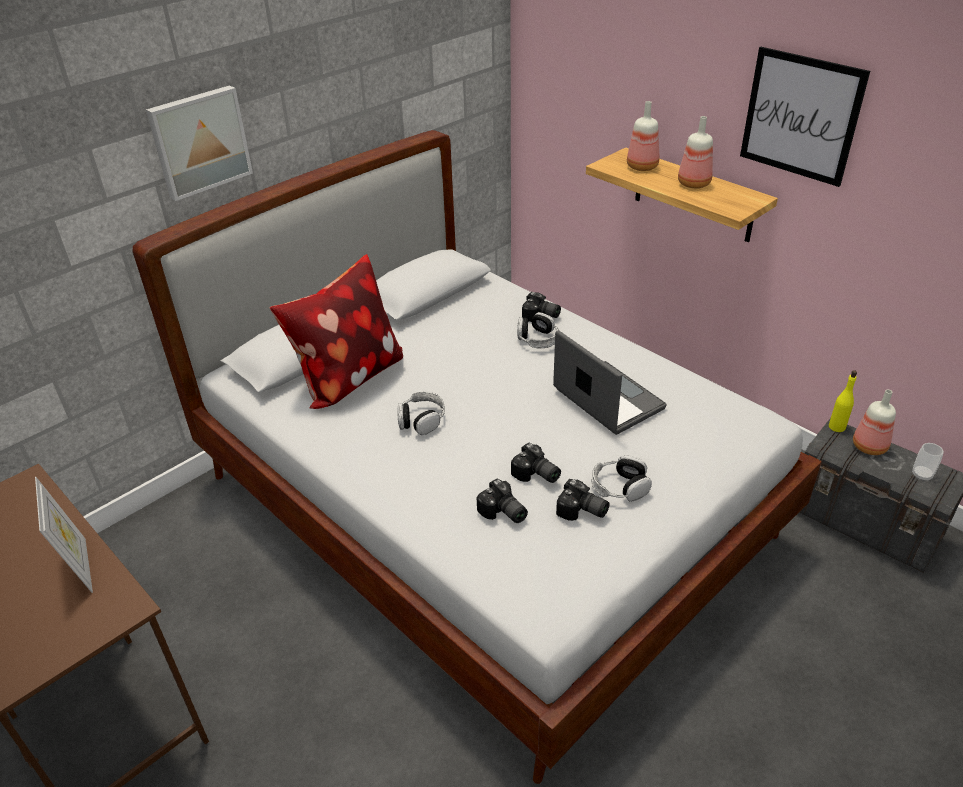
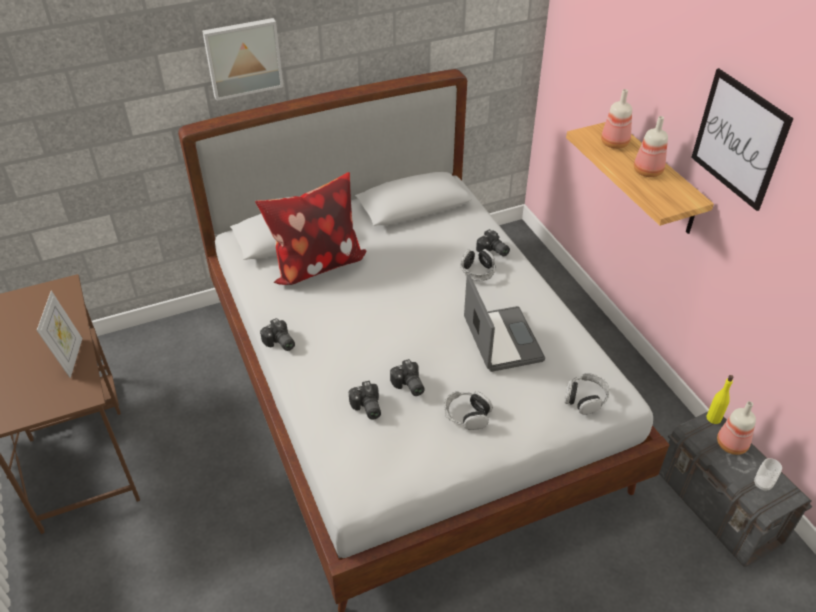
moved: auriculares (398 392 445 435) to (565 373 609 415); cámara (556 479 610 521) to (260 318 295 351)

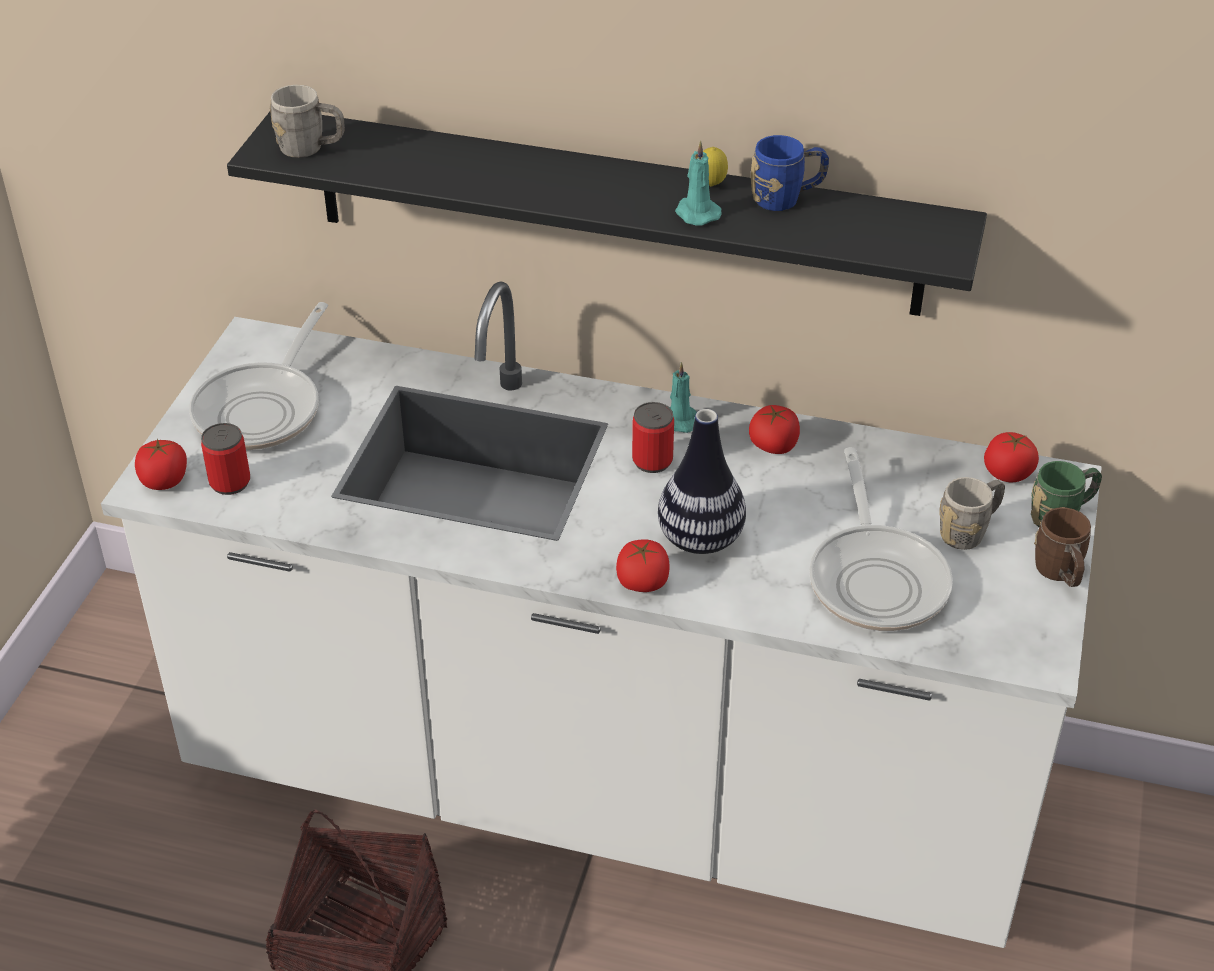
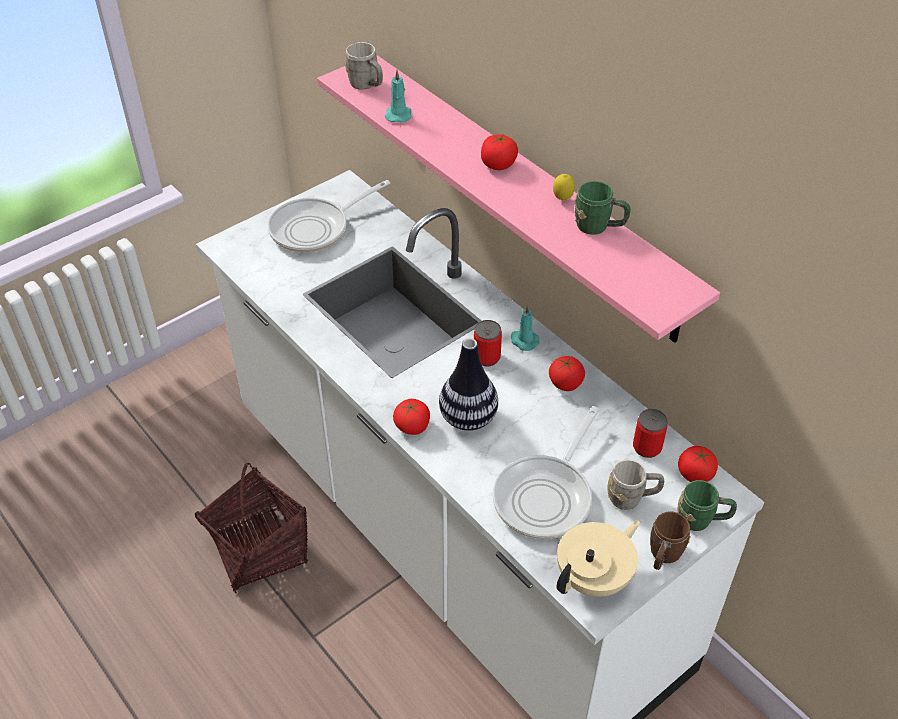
added: tetera [beis] (556 520 640 597)
moved: vela [turquesa] (675 140 722 225) to (385 70 412 123); lata (201 423 250 495) to (633 409 668 458); tomate (135 438 187 490) to (481 134 518 170)
recoloured: estante [negro] (227 112 987 316) to estante [rosa] (317 55 720 343); taza grande [azul] (751 135 829 211) to taza grande [verde] (575 181 630 235)

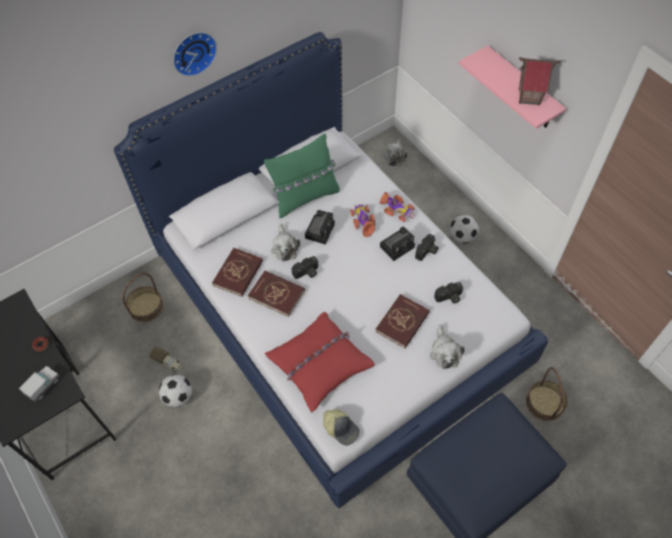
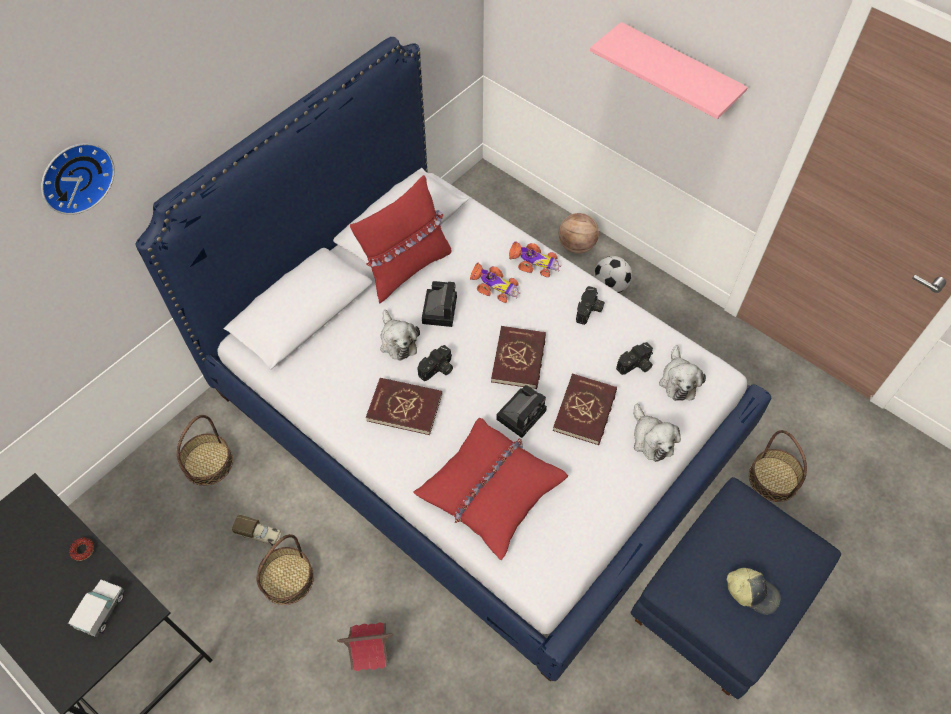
added: balón de baloncesto (559 213 599 253)
moved: reloj de pared (173 32 217 76) to (41 143 115 215); casita (519 57 562 106) to (337 622 393 671); peluche (384 138 408 167) to (659 345 706 401); cámara (380 227 415 261) to (496 385 547 438); libro [rojo] (212 248 263 297) to (491 326 546 389); gorra (323 409 360 446) to (727 568 781 615)
replaced: balón de fútbol (159 374 192 407) to cesta (257 534 314 605)
recoloured: cojín [verde] (264 134 340 218) to cojín [rojo] (350 175 451 303)
turned: coche de juguete (350 204 375 237) = (470 263 520 303) 150 degrees clockwise

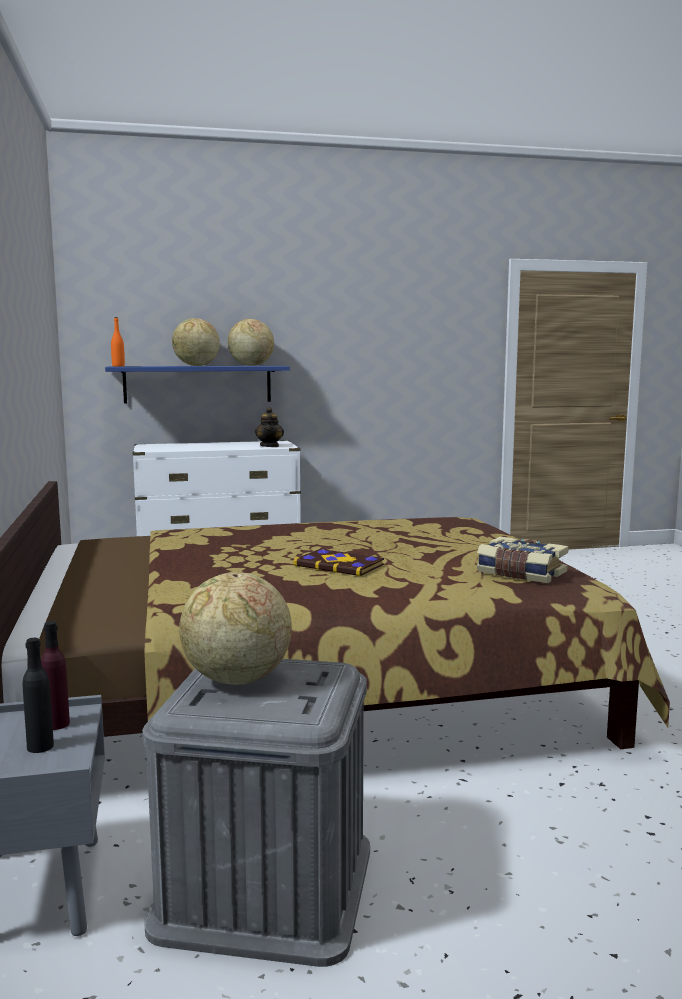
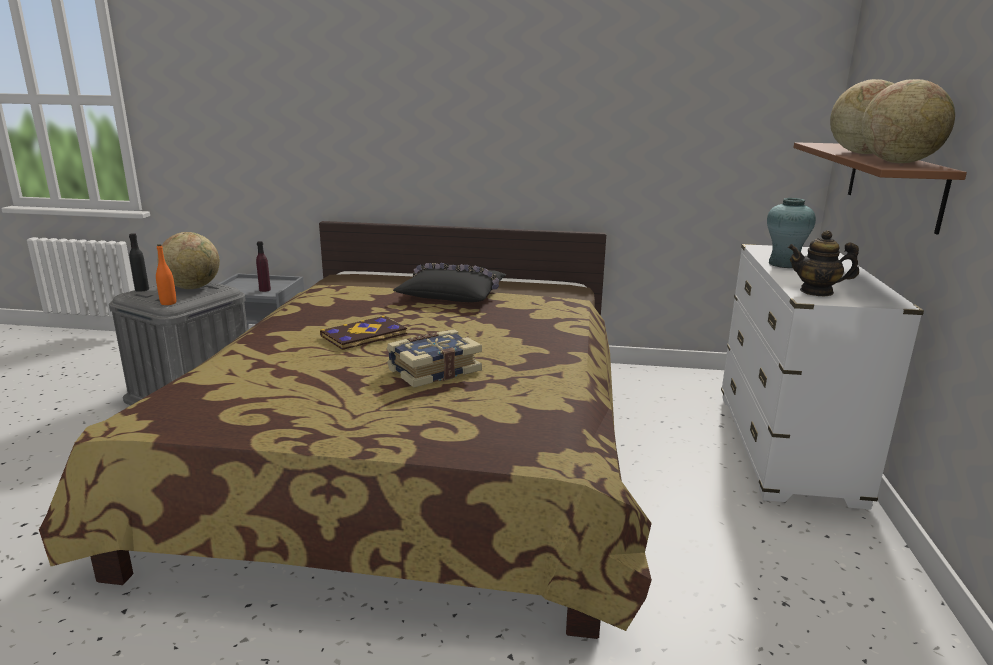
added: florero [turquesa] (767 198 816 268); cojín [negro] (393 263 506 302)
moved: botella [naranja] (111 317 125 367) to (156 244 176 305); libro (477 536 569 583) to (387 329 482 388); botella [negro] (22 638 54 753) to (129 233 149 292)
recoloured: estante [azul] (105 366 290 404) to estante [marrón] (793 142 967 235)

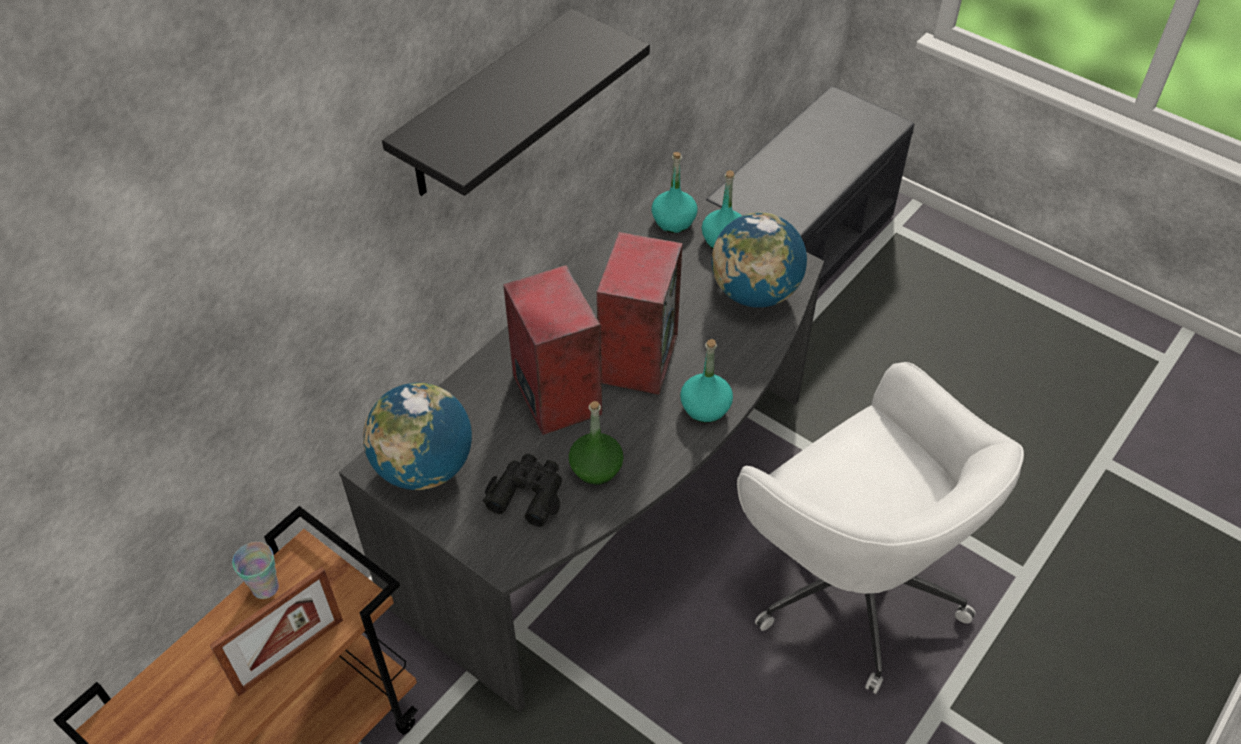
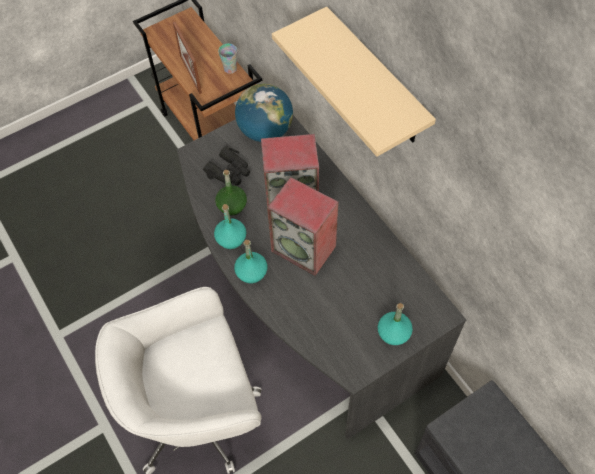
removed: globo terráqueo (712 213 807 308)
moved: botella [turquesa] (652 152 697 233) to (214 204 246 249)
recoloured: estante [negro] (382 8 650 196) to estante [beis] (272 7 436 157)

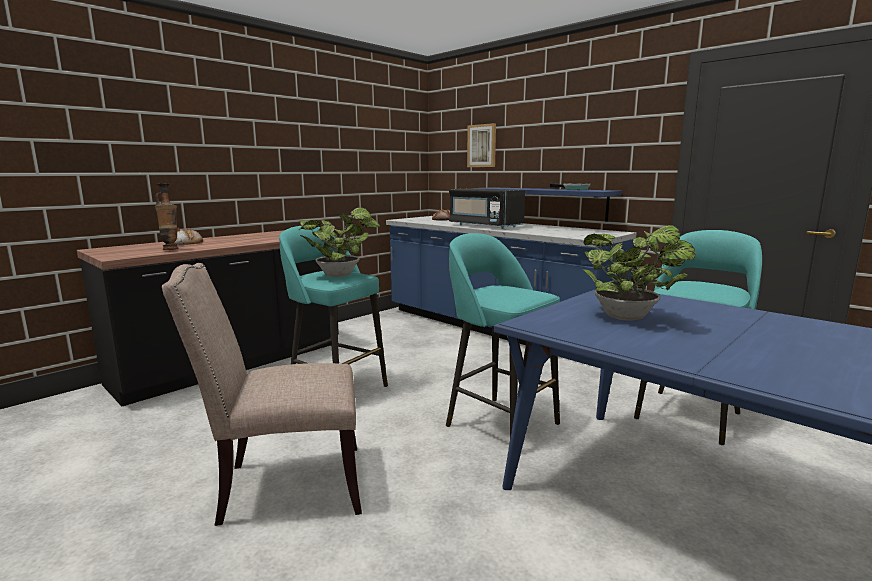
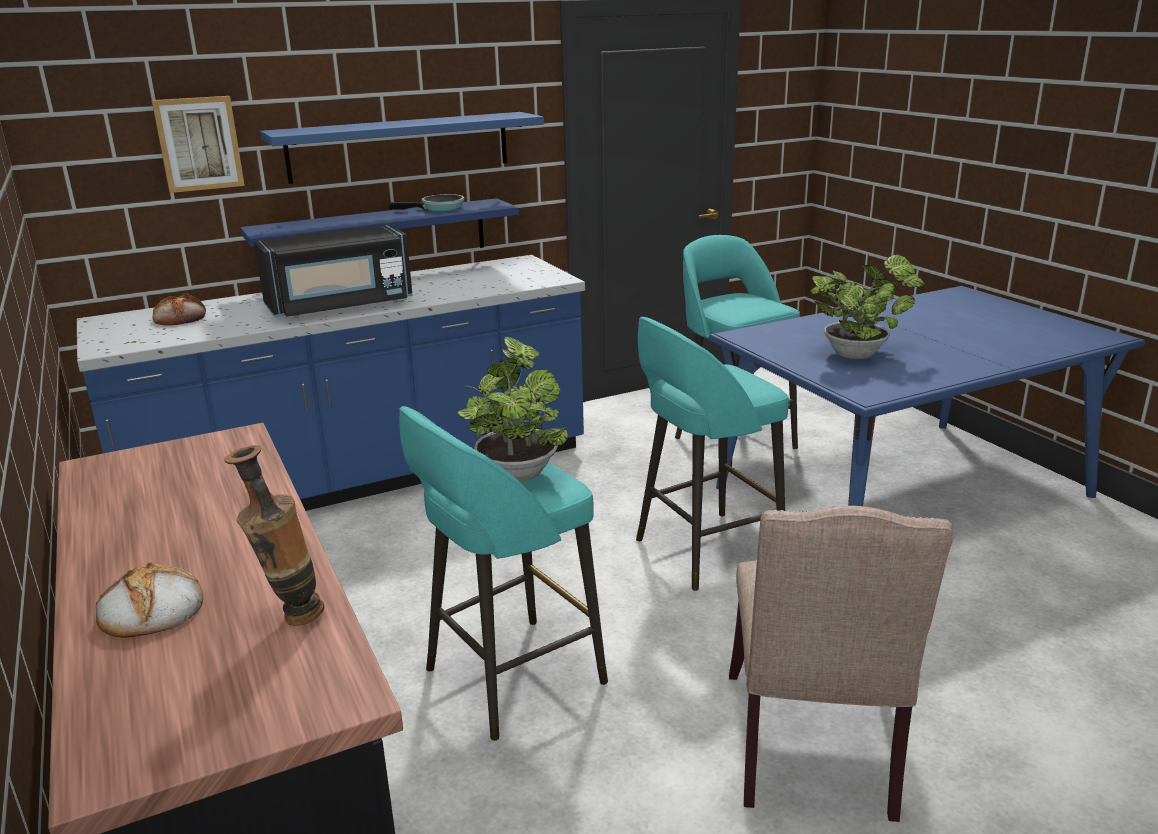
added: estante [azul] (260 112 544 184)

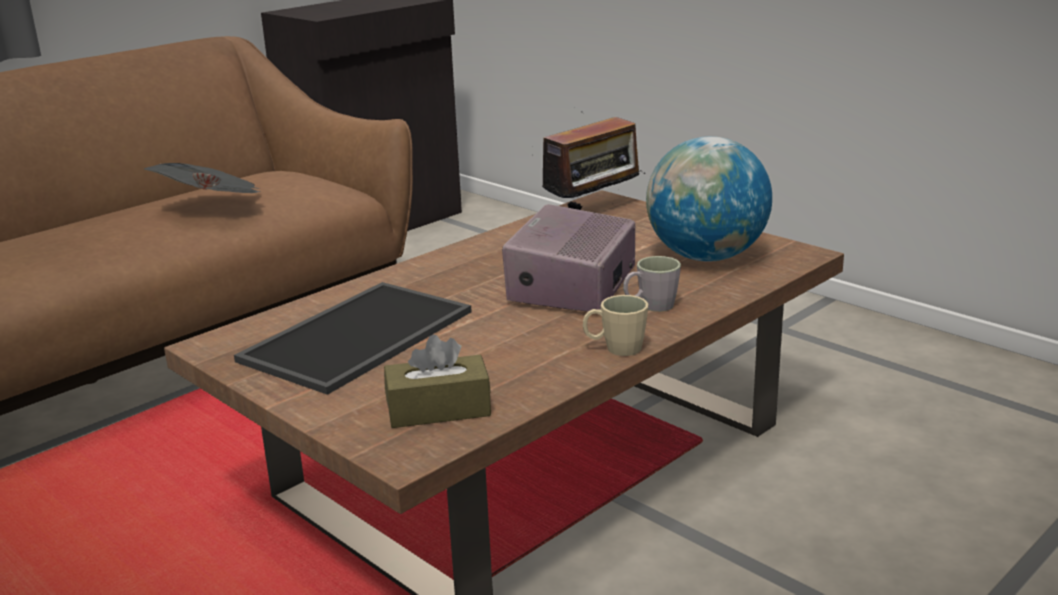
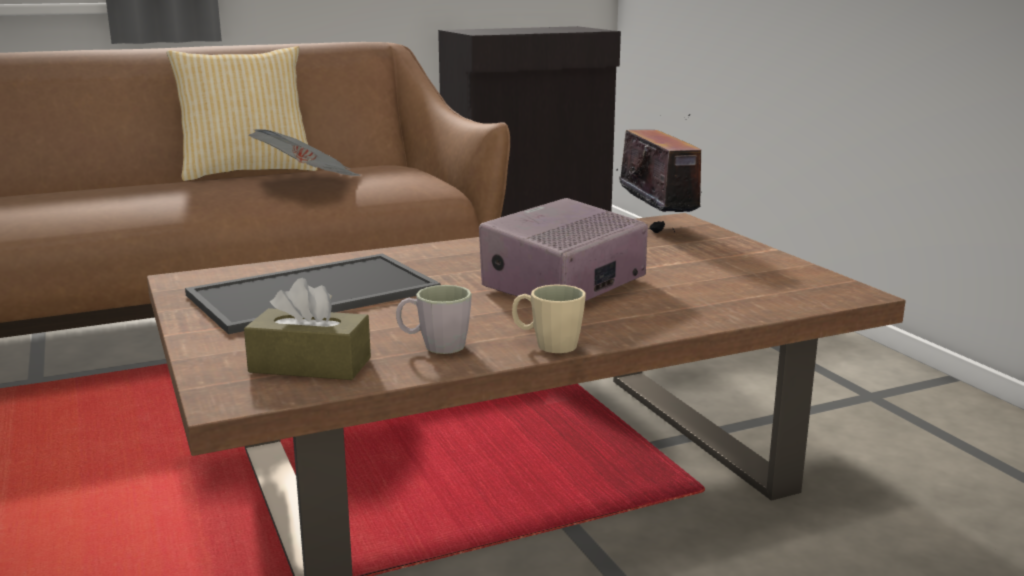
removed: globo terráqueo (646 136 772 262)
added: cojín (167 46 318 181)
moved: taza grande [gris] (623 256 681 312) to (396 285 472 354)
turned: radio (532 112 645 210) = (616 114 701 233) 90 degrees counterclockwise

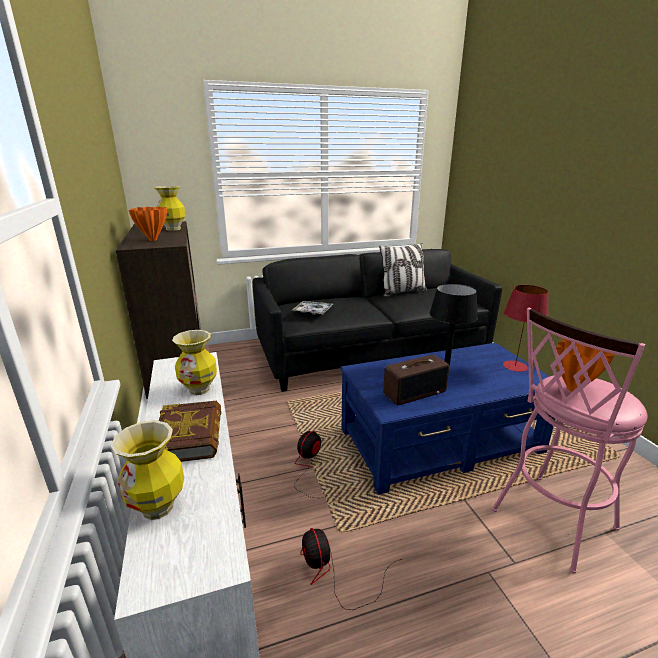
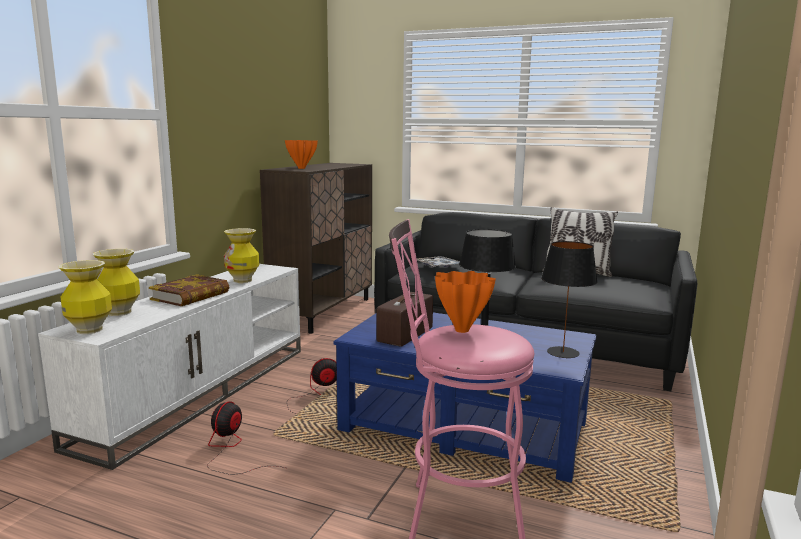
moved: florero (154 186 186 231) to (59 260 112 334)
recoloured: lámpara de mesa [rojo] (503 285 548 372) to lámpara de mesa [negro] (541 241 598 358)
turned: radio (383 355 449 405) = (376 292 433 347) 105 degrees clockwise

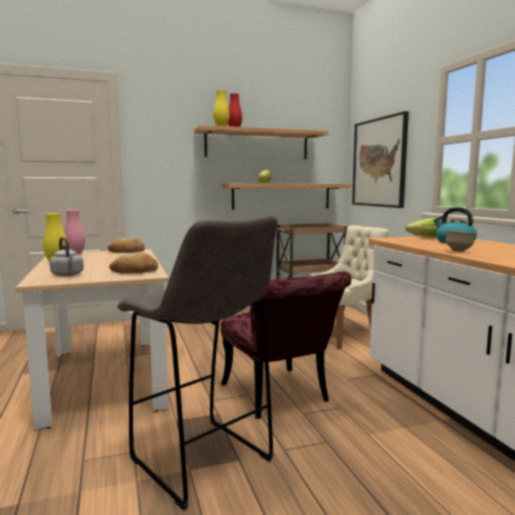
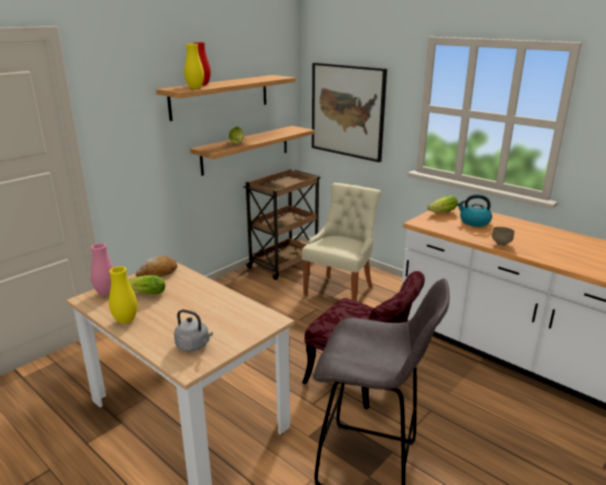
removed: pan (109 253 158 273)
added: lechuga (128 275 166 294)

